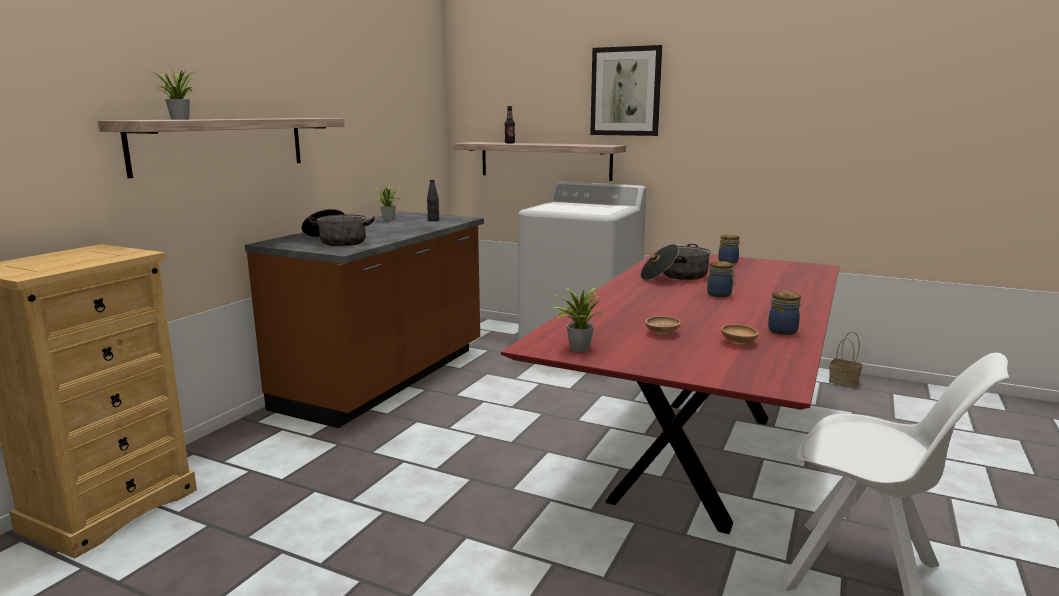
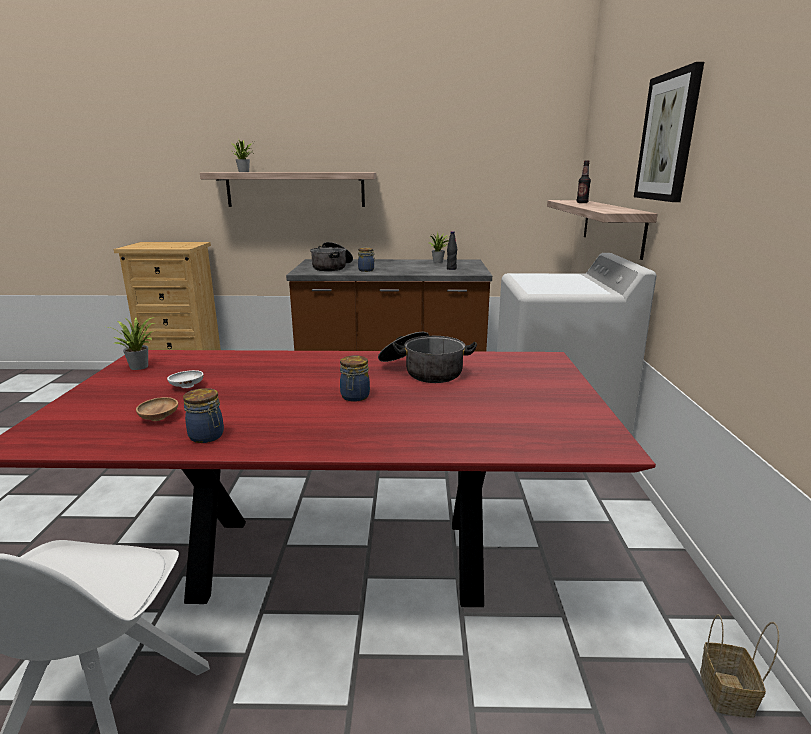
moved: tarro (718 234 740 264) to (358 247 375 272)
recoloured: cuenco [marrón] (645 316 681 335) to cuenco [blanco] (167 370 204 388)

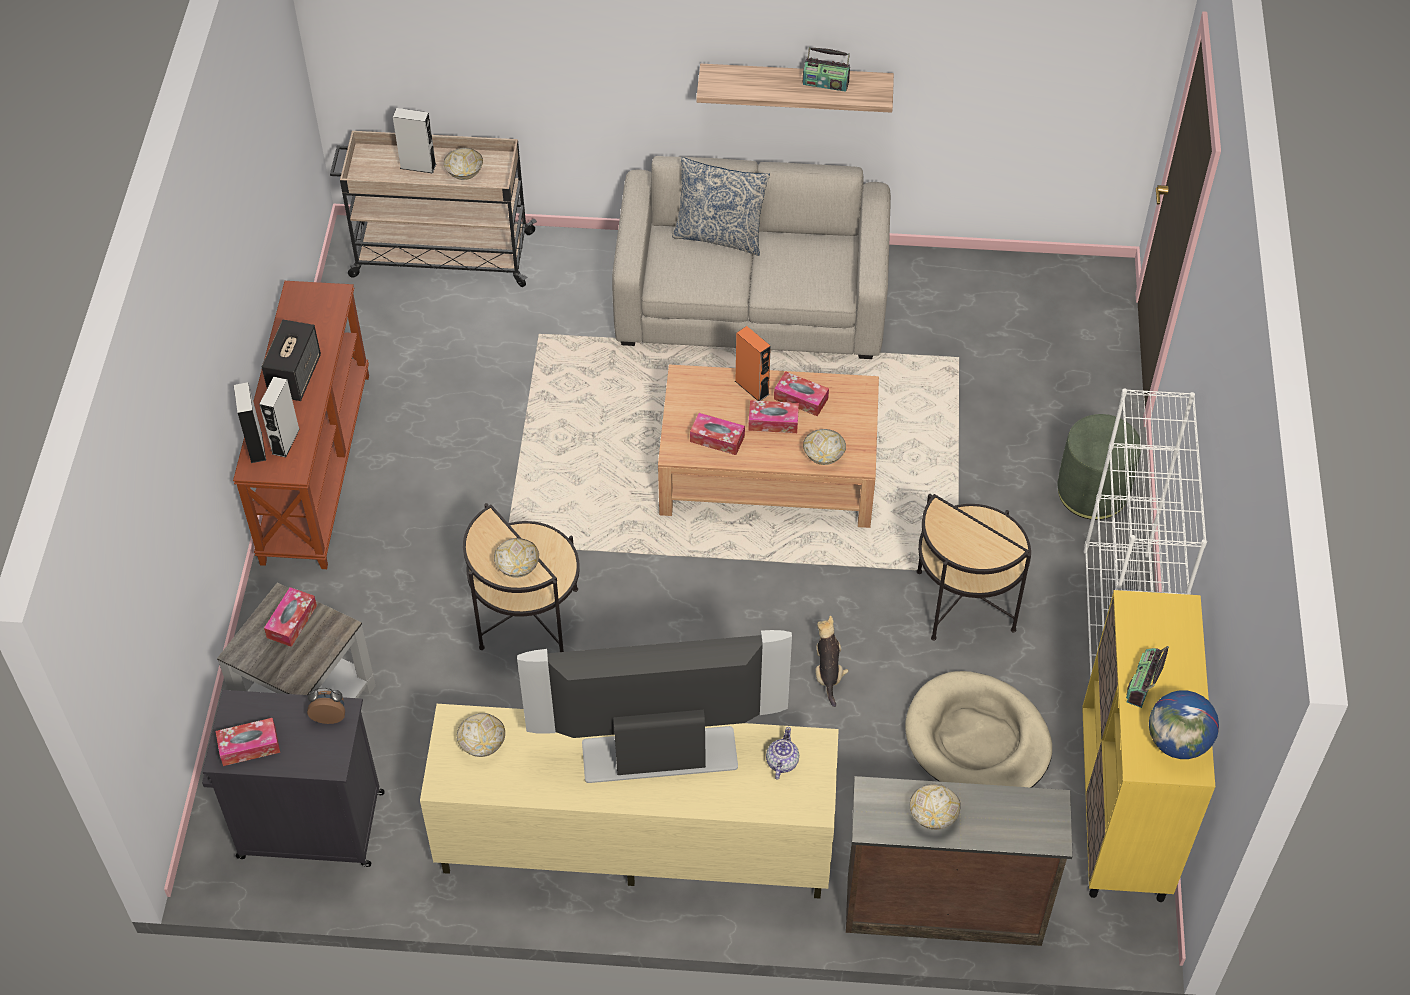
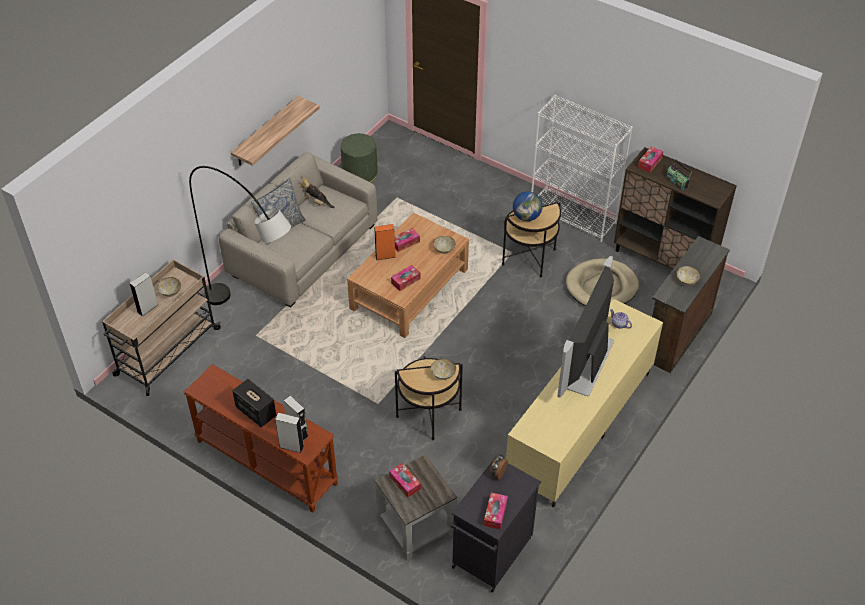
removed: radio (803 47 850 92); cuenco (457 713 505 757)
added: lámpara de pie [gris] (189 166 291 305)
moved: caja de pañuelos (748 400 799 433) to (638 146 663 172); puf [verde] (1057 414 1141 520) to (341 133 378 183); peluche (815 616 849 707) to (300 177 335 208); globo terráqueo (1149 690 1219 759) to (513 191 543 221)
recoloured: armario [amarillo] (1082 590 1215 902) to armario [marrón] (614 147 737 269)

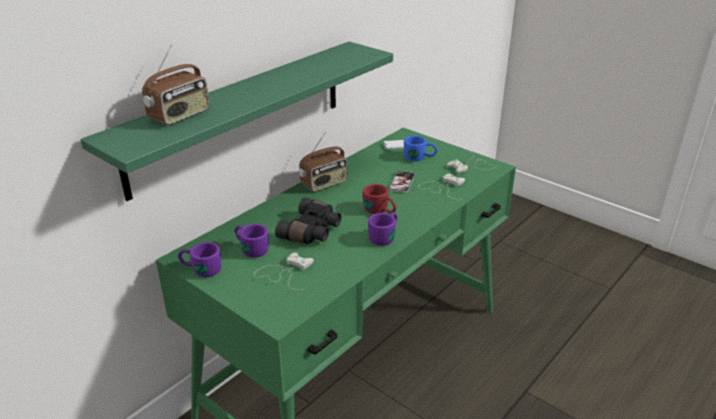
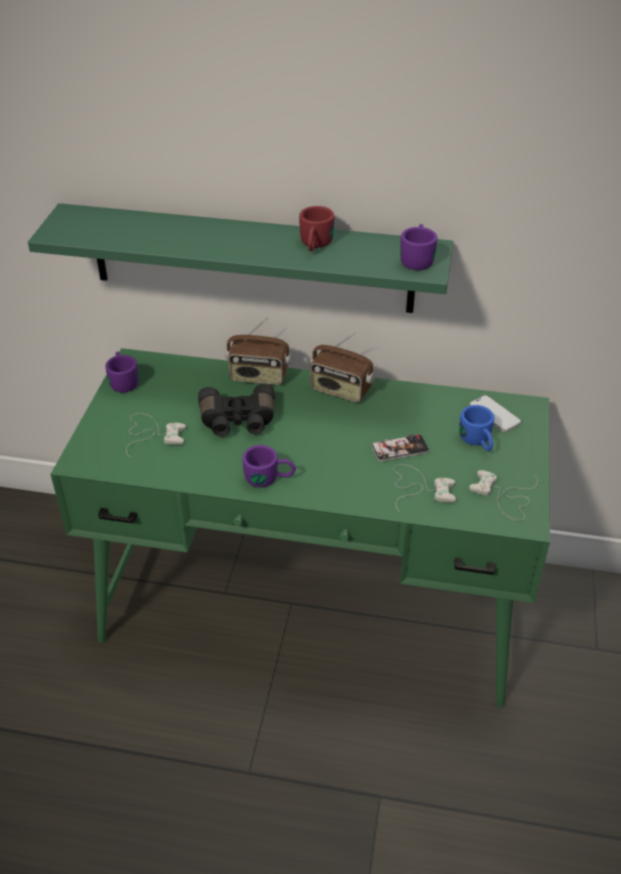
moved: radio (142 45 209 125) to (225 317 291 385); taza grande [rojo] (363 184 396 214) to (299 206 334 252); taza grande [morado] (235 224 269 258) to (400 224 437 270)

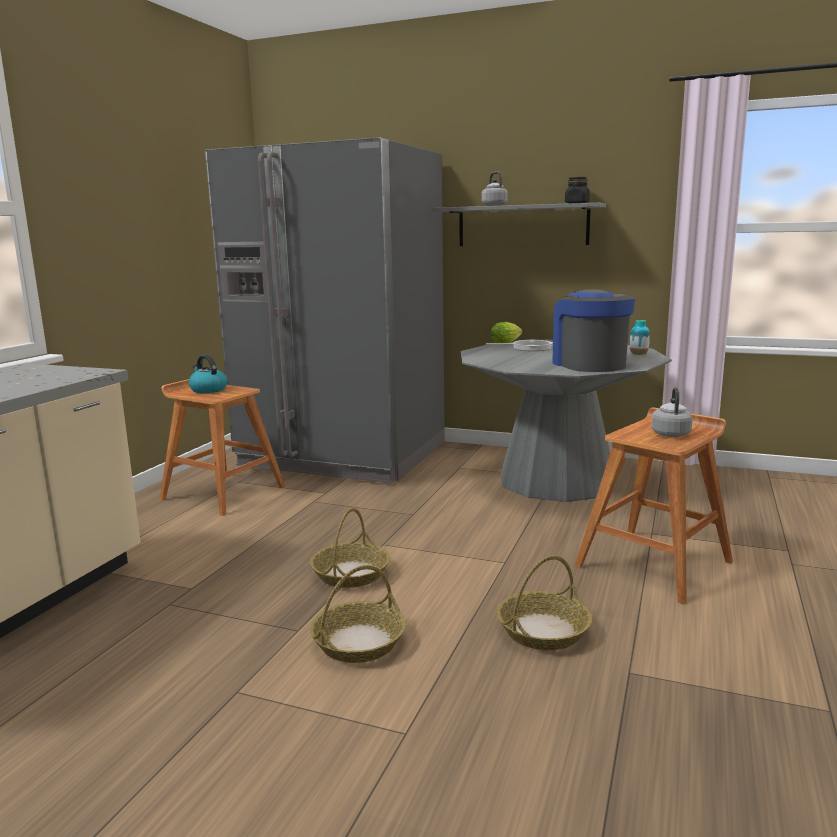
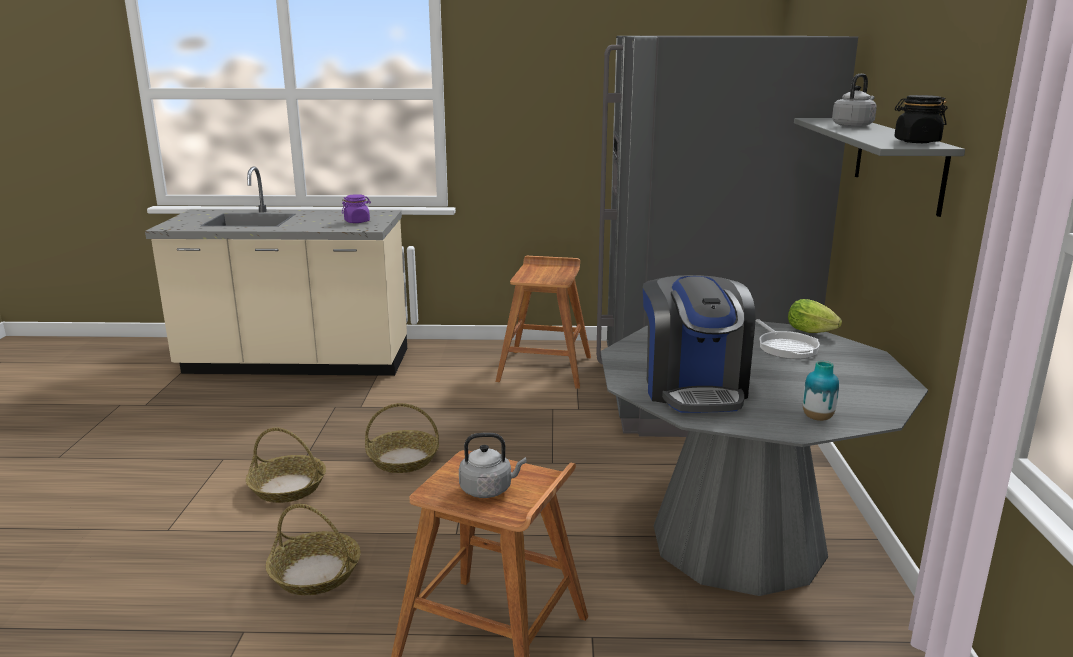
removed: hervidor (188 355 227 393)
added: tarro [morado] (342 194 371 223)
turned: cafetera (552 289 635 372) = (643 275 756 413) 120 degrees clockwise

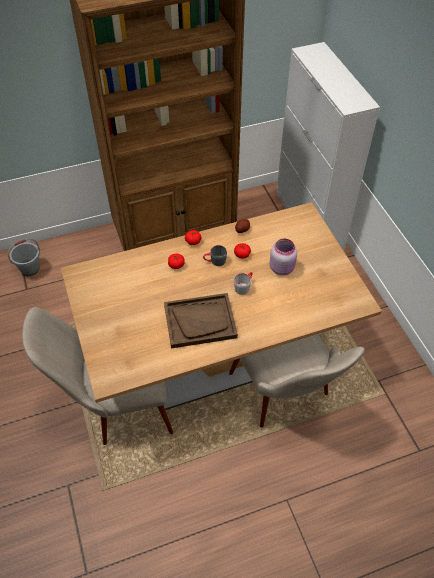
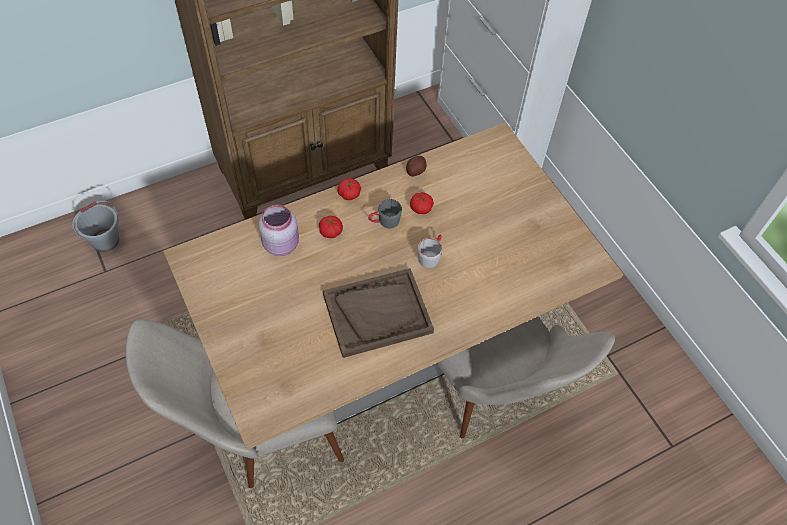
moved: tarro [rosa] (270 239 297 275) to (258 205 299 256)

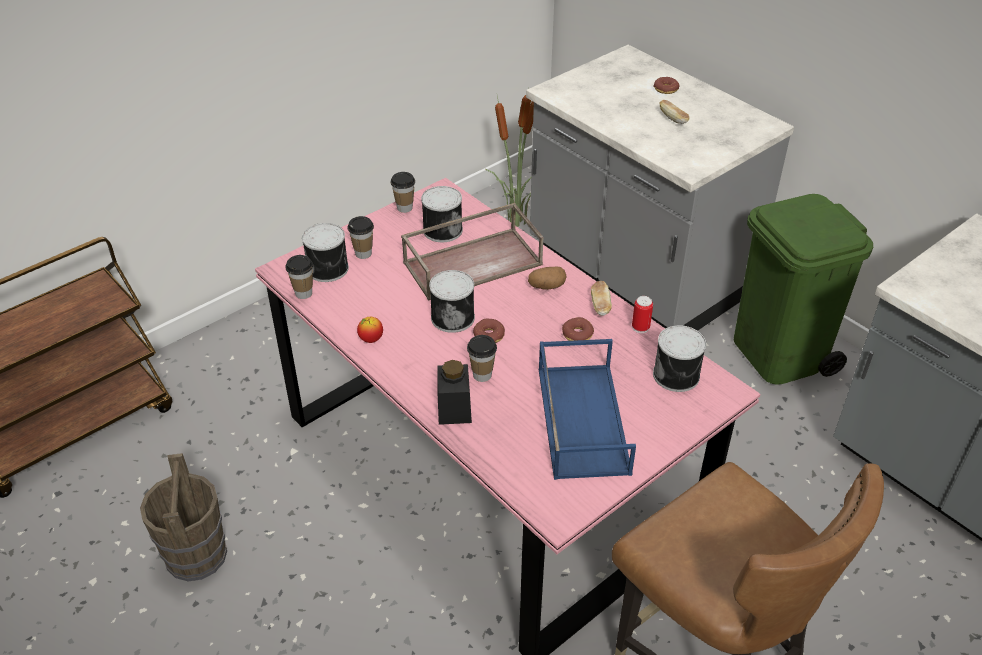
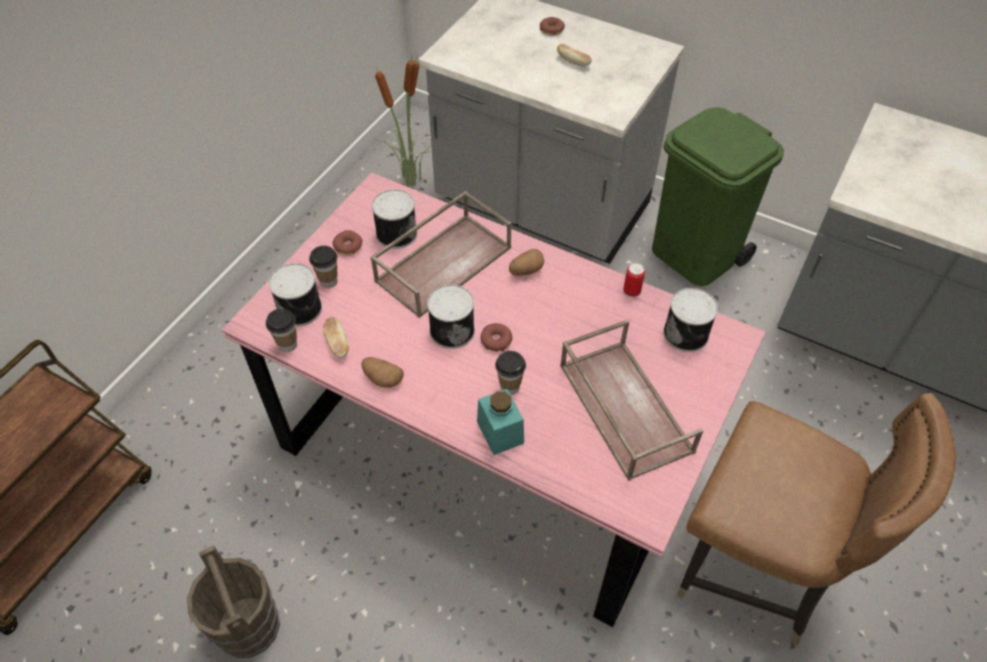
removed: taza (391 172 415 213)
moved: pan (591 281 612 316) to (323 317 349 358); rosquilla (562 317 594 341) to (332 230 363 256)
replaced: manzana (357 317 383 343) to patata (361 357 404 387)
recoloured: bandeja [azul] (539 339 636 480) to bandeja [marrón] (560 320 703 481); tarro [negro] (437 360 472 425) to tarro [turquesa] (477 389 524 455)

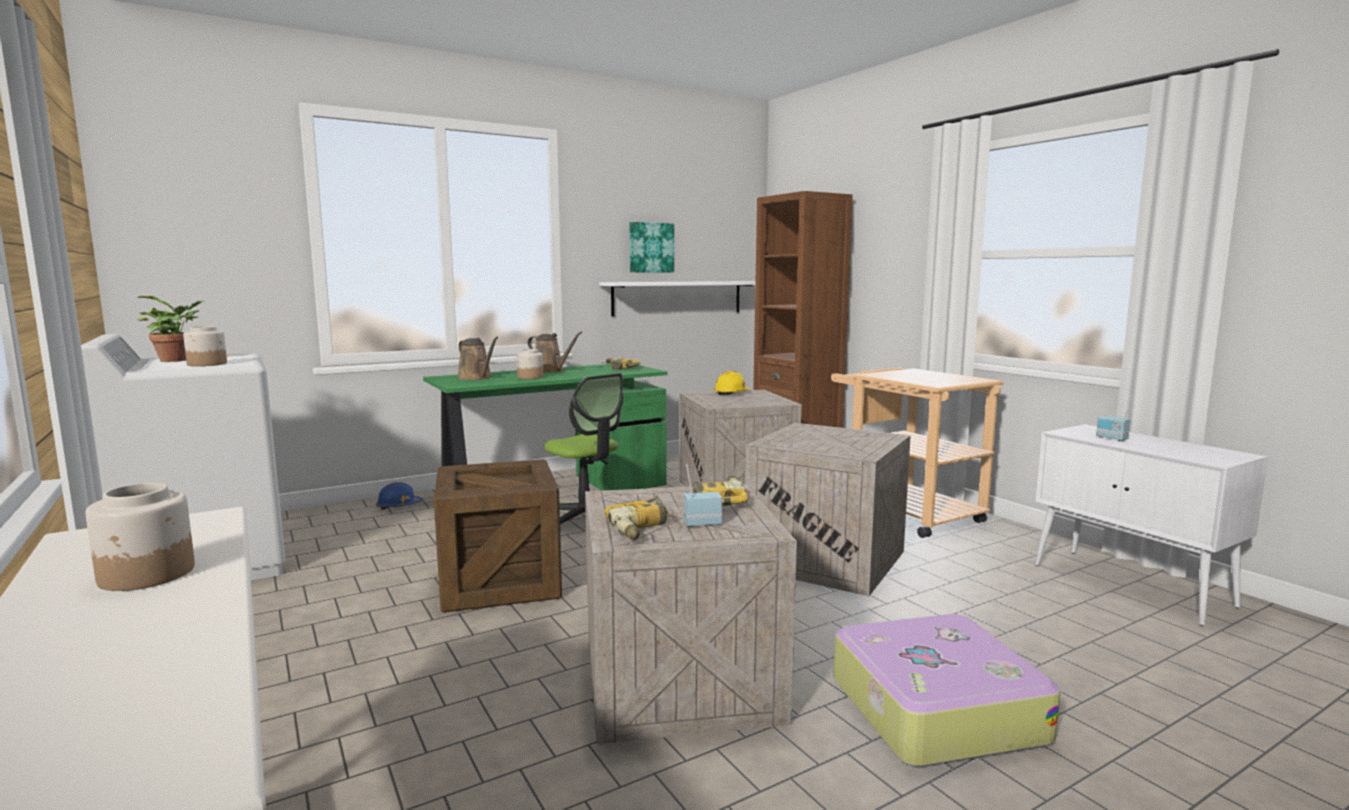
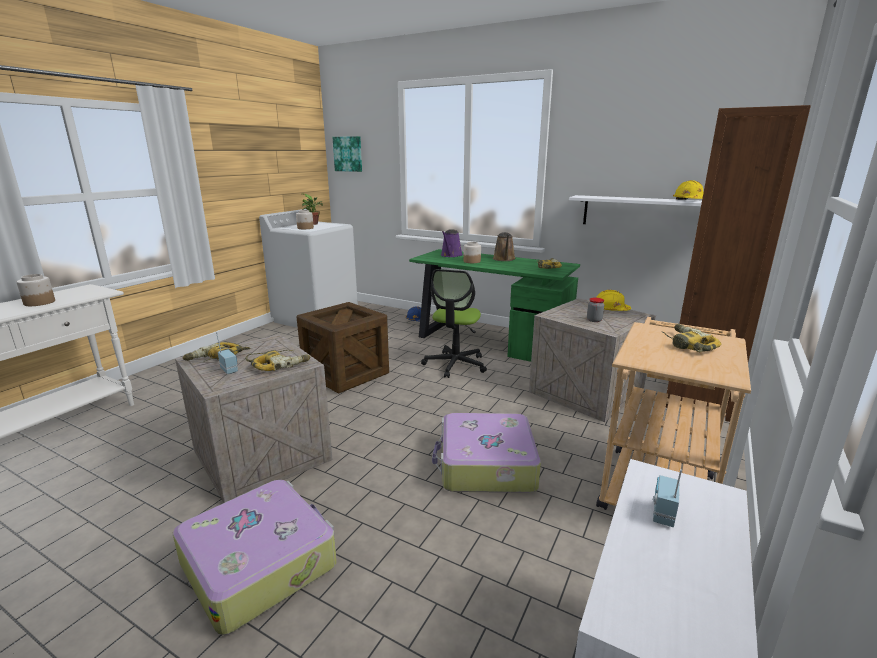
added: casco [amarillo] (673 180 704 200); tarro (587 298 604 322); taladro (662 324 722 352)
moved: cuadro (630 222 674 272) to (332 136 362 172)
replaced: caja de embalaje (745 423 911 596) to maleta (432 413 541 493)
recoloured: regadera [marrón] (457 337 498 380) to regadera [morado] (441 229 463 257)

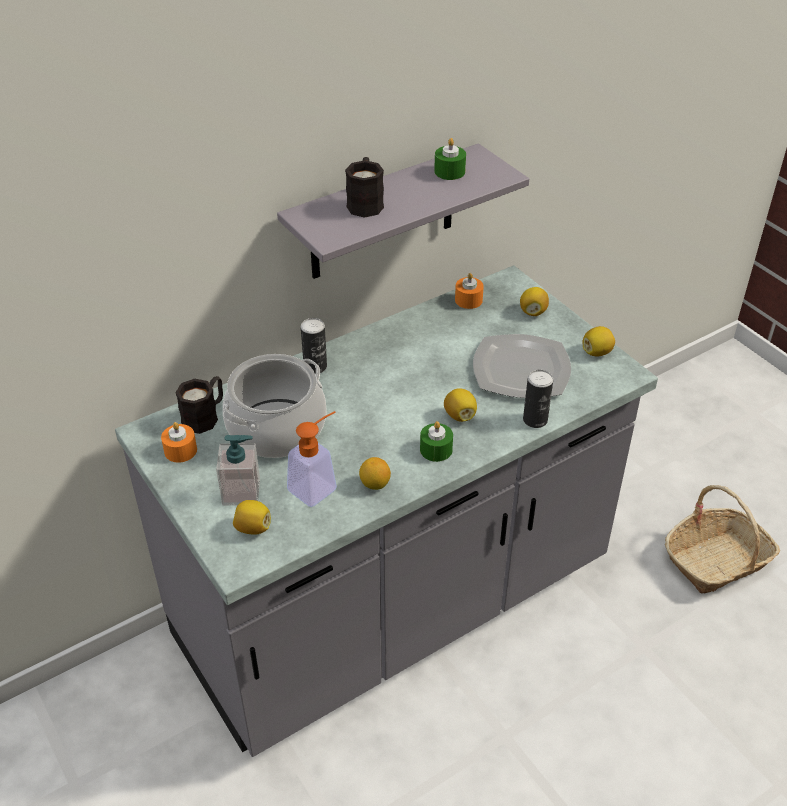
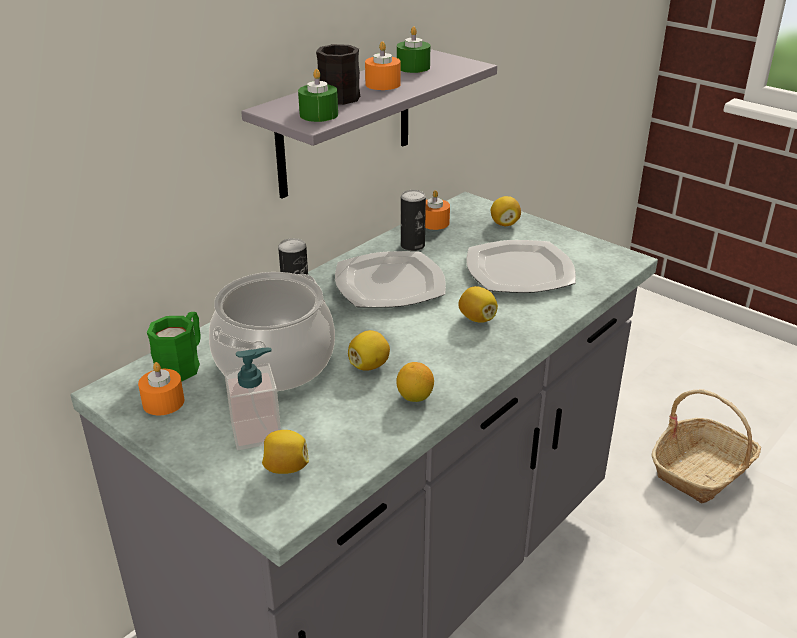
removed: dispensador de jabón (287 411 337 507)
added: vela [naranja] (365 41 401 90); plato (335 251 446 308)
moved: limón (582 326 615 356) to (348 330 390 371); lata (523 370 553 428) to (401 190 426 251); vela [verde] (420 421 453 462) to (298 69 338 122)
recoloured: taza grande [negro] (175 376 223 434) to taza grande [verde] (147 312 201 382)

